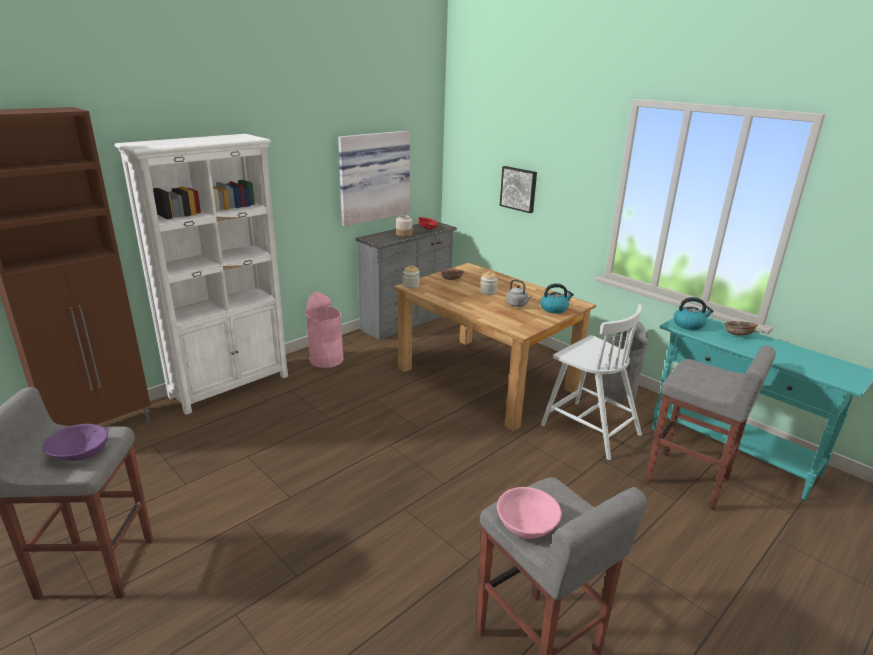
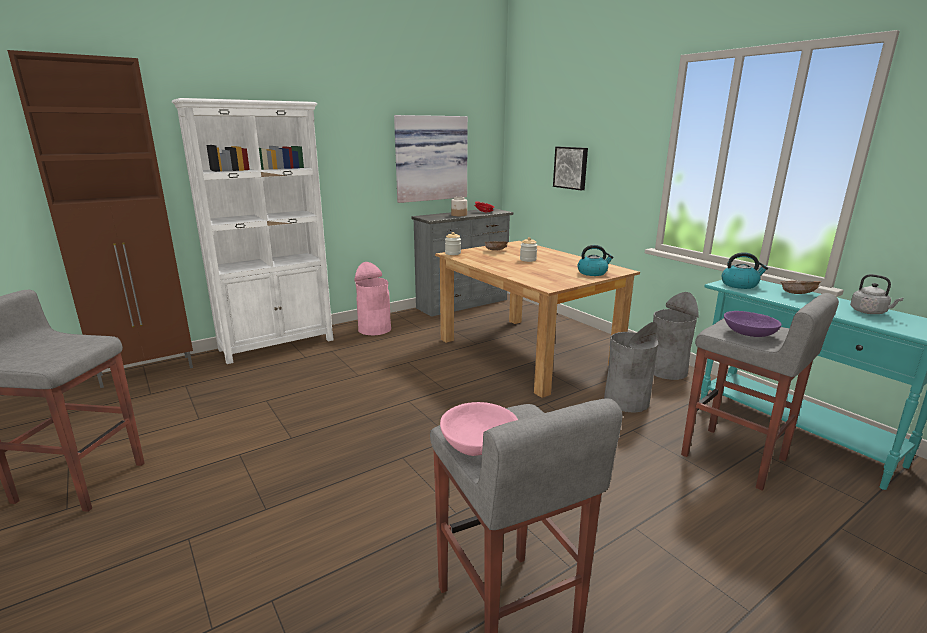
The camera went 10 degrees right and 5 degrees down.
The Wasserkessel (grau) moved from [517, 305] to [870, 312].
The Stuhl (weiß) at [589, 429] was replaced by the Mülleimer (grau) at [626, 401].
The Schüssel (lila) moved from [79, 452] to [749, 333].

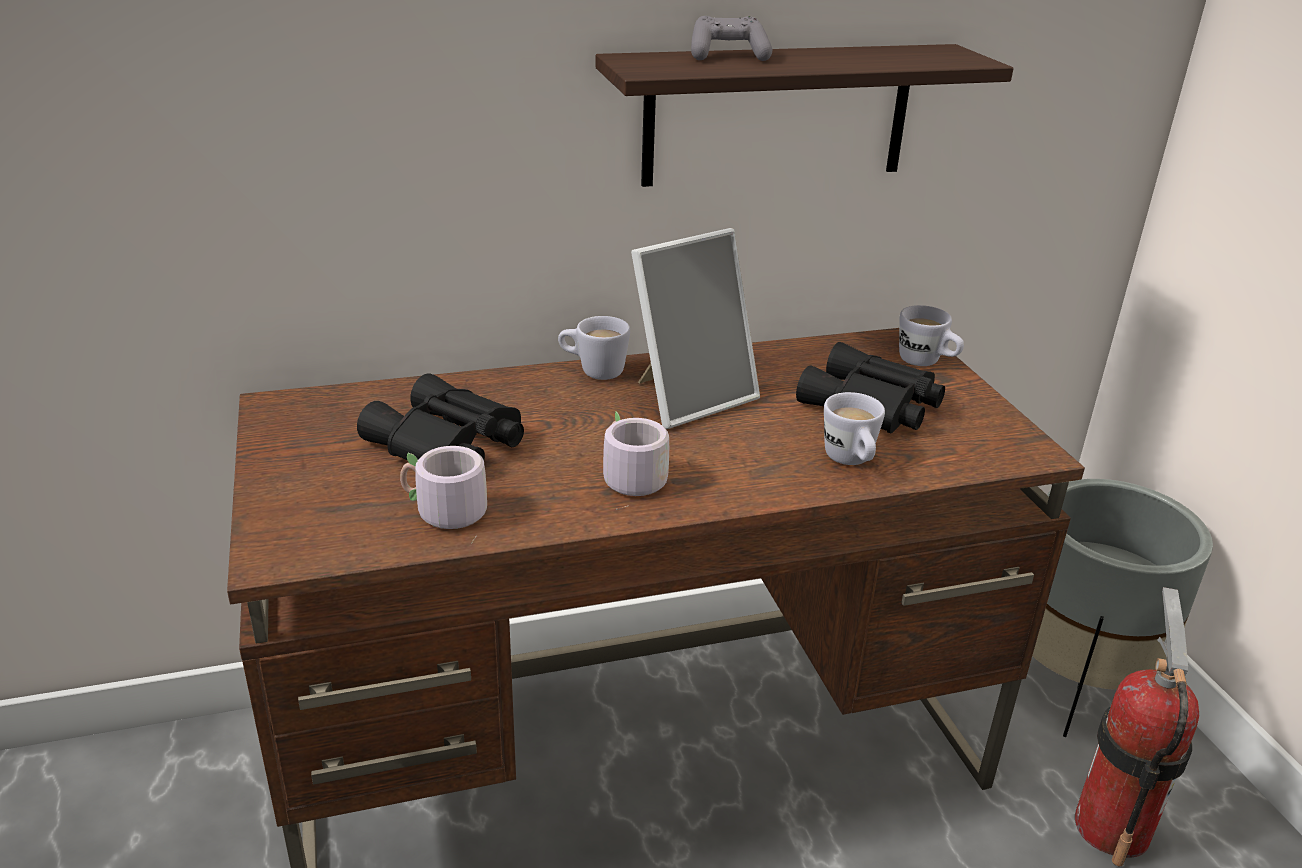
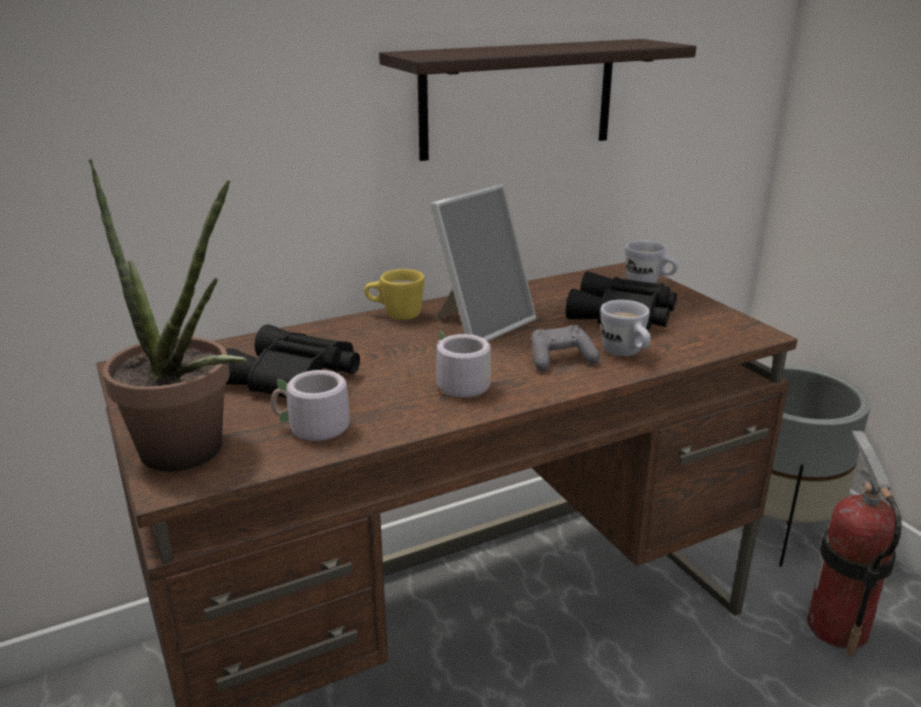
The camera went 10 degrees left and 5 degrees down.
The Gamepad (grau) moved from [728, 56] to [560, 360].
The Henkelbecher (weiß) at [593, 371] became the Henkelbecher (gelb) at [395, 315].
The Topfpflanze at [192, 457] appeared.

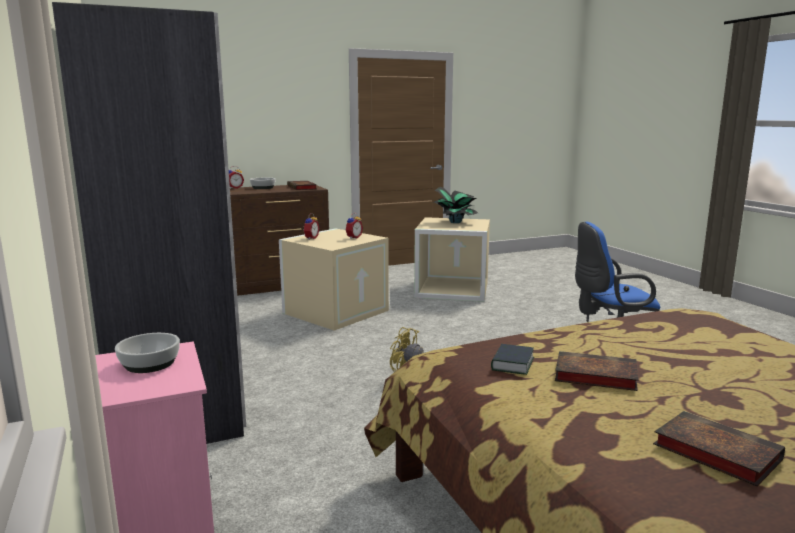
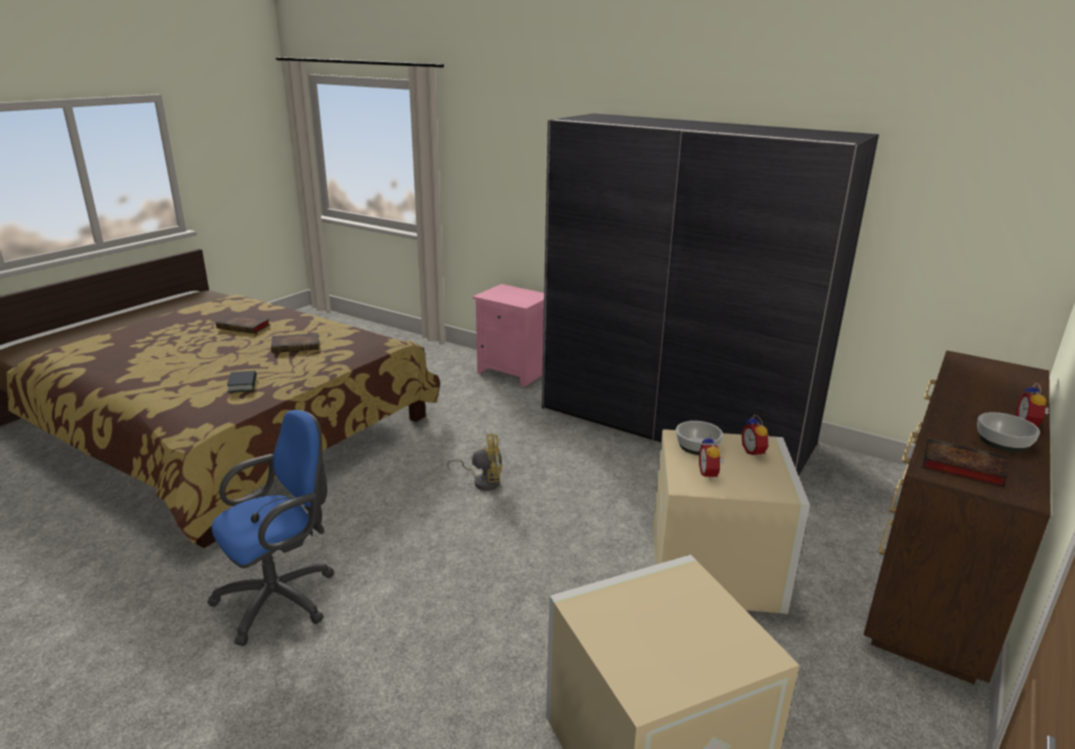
The camera went 145 degrees right and 10 degrees up.
The Topfpflanze at [455, 222] disappeared.
The Schüssel moved from [150, 363] to [697, 446].
The Buch moved from [512, 364] to [243, 385].

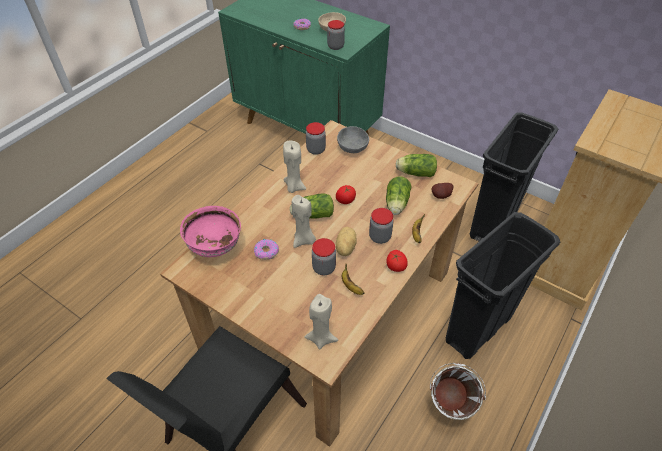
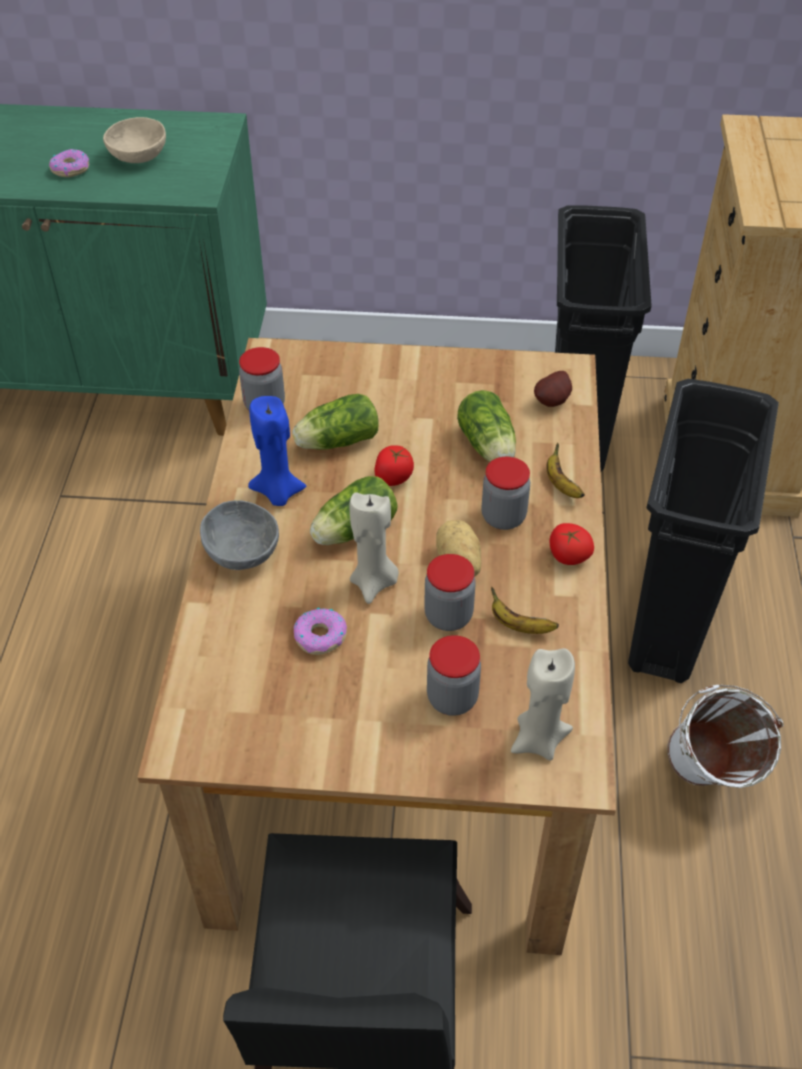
The camera went 30 degrees left and 0 degrees up.
The Vorratsglas moved from [335, 46] to [452, 698].
The Schüssel (grau) moved from [353, 147] to [243, 551].
The Kerze (beige) at [294, 187] became the Kerze (blau) at [277, 493].
The Salatkopf moved from [414, 173] to [335, 442].
The Schüssel (rosa) at [216, 248] disappeared.

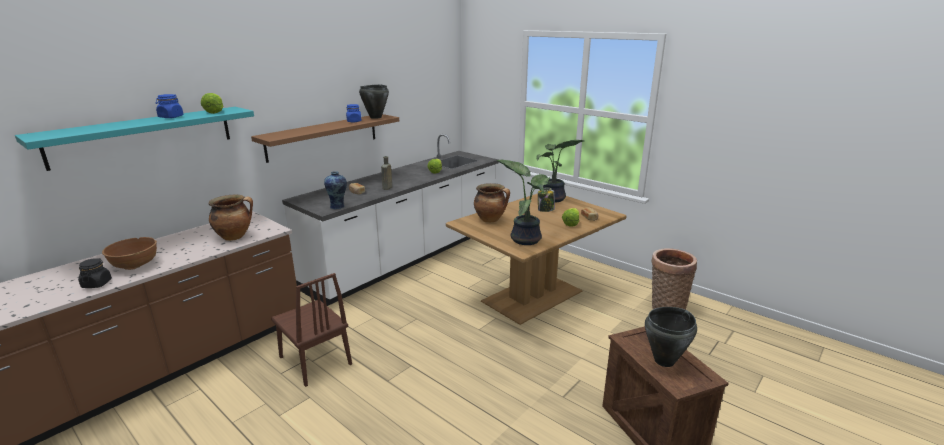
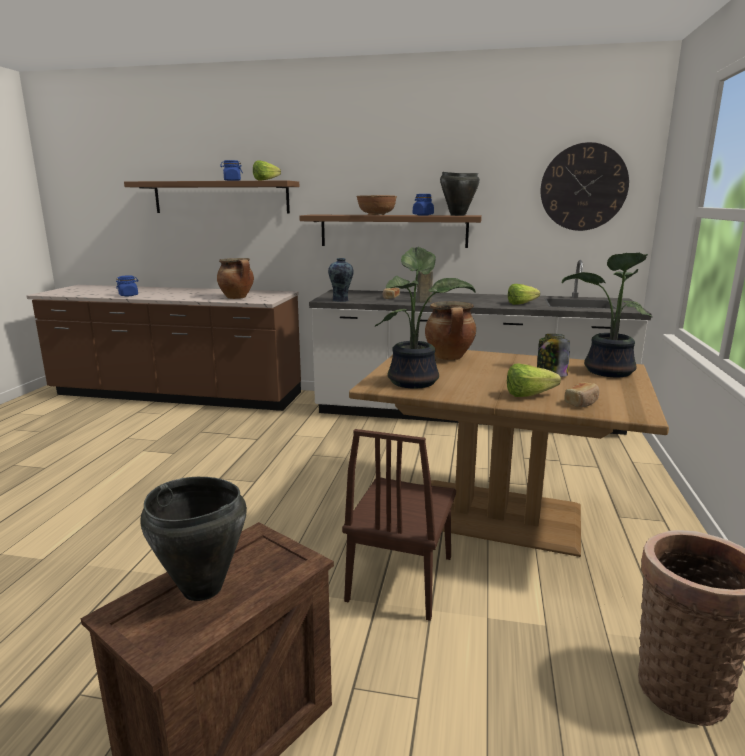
The camera went 60 degrees right and 5 degrees down.
The Wandregal (türkis) at [144, 136] became the Wandregal (braun) at [221, 197].
The Schüssel (braun) moved from [135, 265] to [376, 215].
The Vorratsglas (schwarz) at [97, 284] became the Vorratsglas (blau) at [128, 295].
The Stuhl (braun) moved from [315, 360] to [400, 578].
The Wanduhr at [583, 187] appeared.

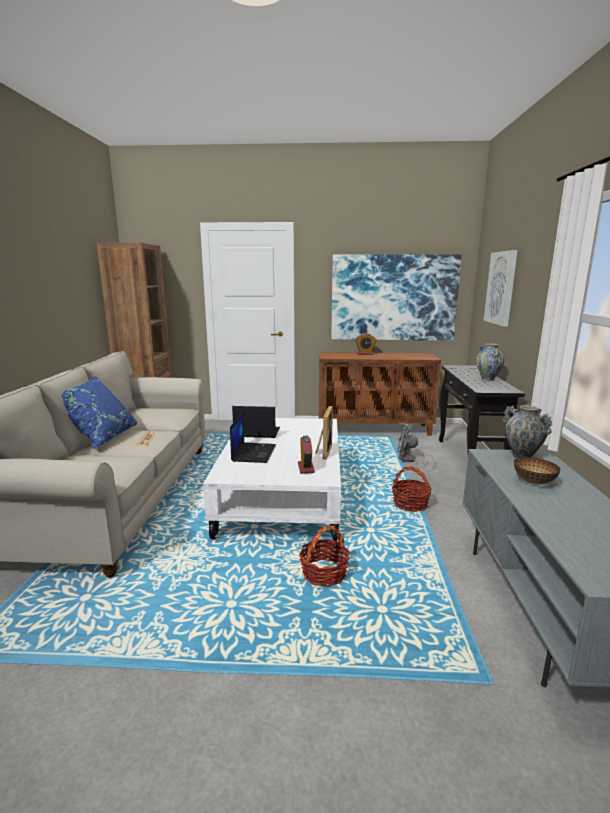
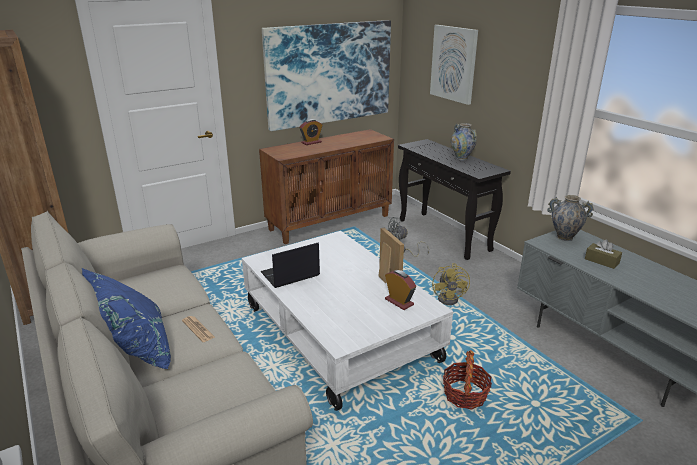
The camera went 35 degrees left and 10 degrees up.
The Laptop at [253, 453] disappeared.
The Schüssel at [534, 482] was replaced by the Taschentuchbox (braun) at [601, 261].
The Korb at [410, 504] was replaced by the Ventilator (gelb) at [451, 298].

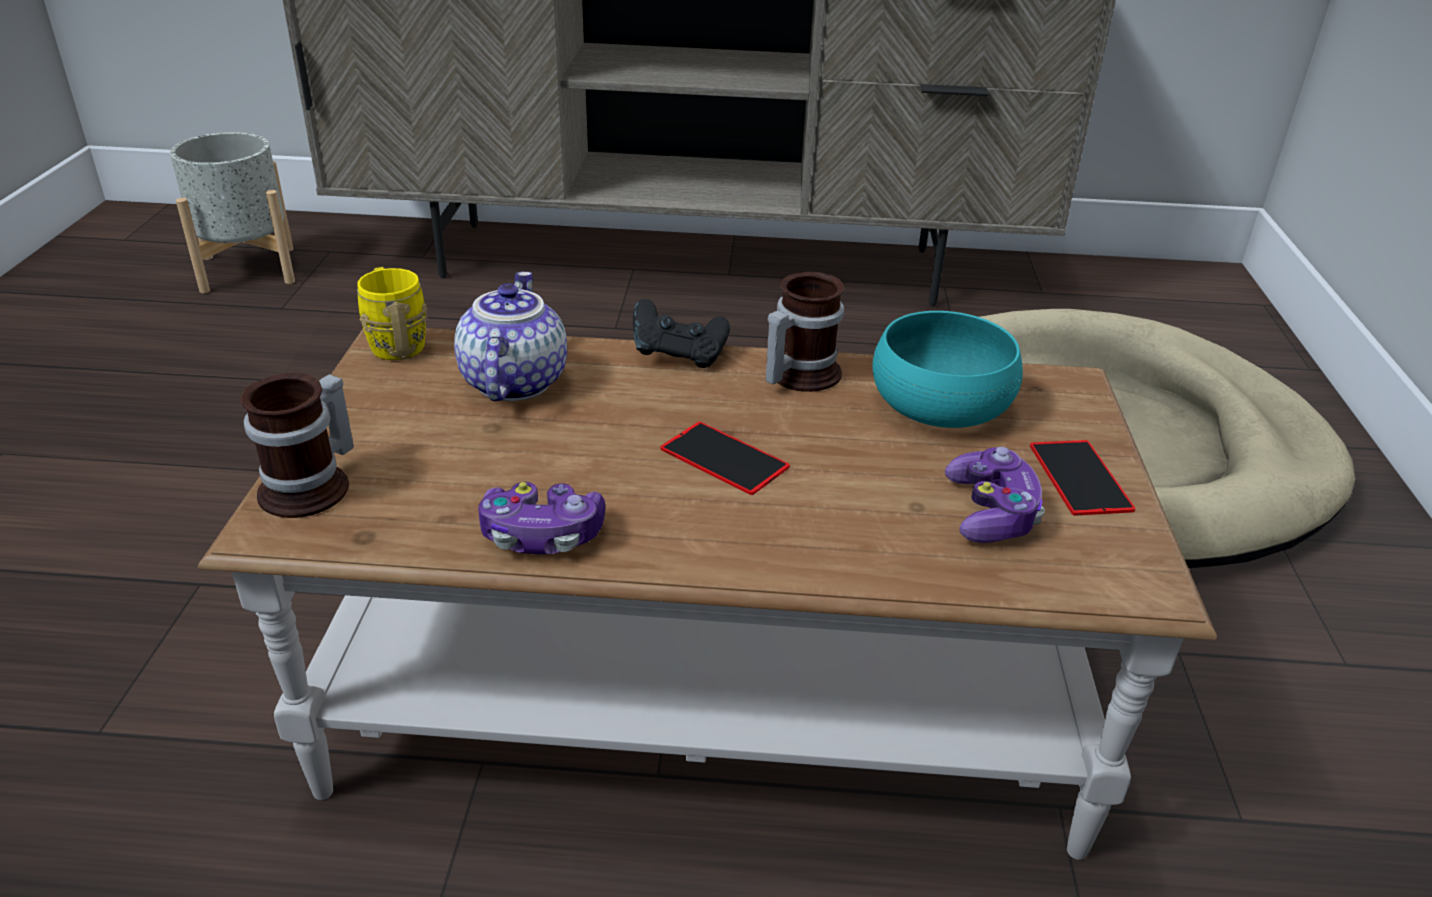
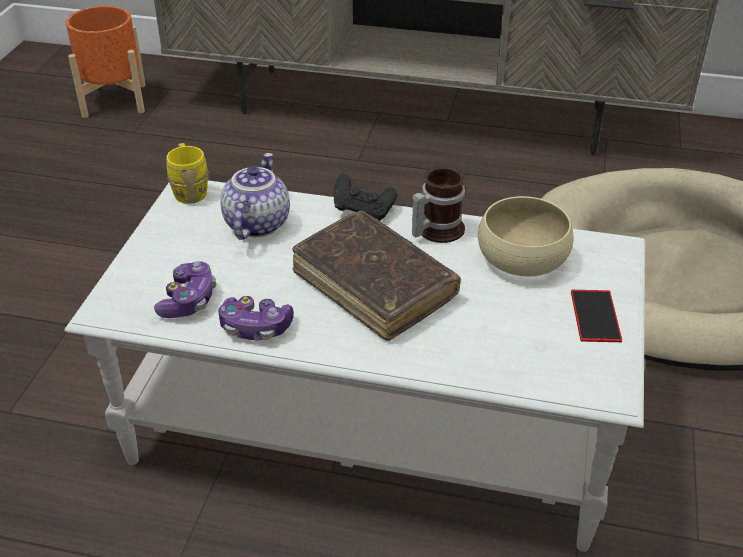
The camera went 10 degrees right and 5 degrees up.
The Pflanzkübel (grau) at [247, 269] became the Pflanzkübel (orange) at [114, 100].
The Schüssel (türkis) at [940, 405] became the Schüssel (beige) at [522, 258].
The Couchtisch (braun) at [706, 694] became the Couchtisch (weiß) at [370, 425].
The Henkelbecher at [314, 487] disappeared.
The Handy at [724, 458] was replaced by the Buch (braun) at [374, 285].
The Gamepad moved from [990, 513] to [188, 300].

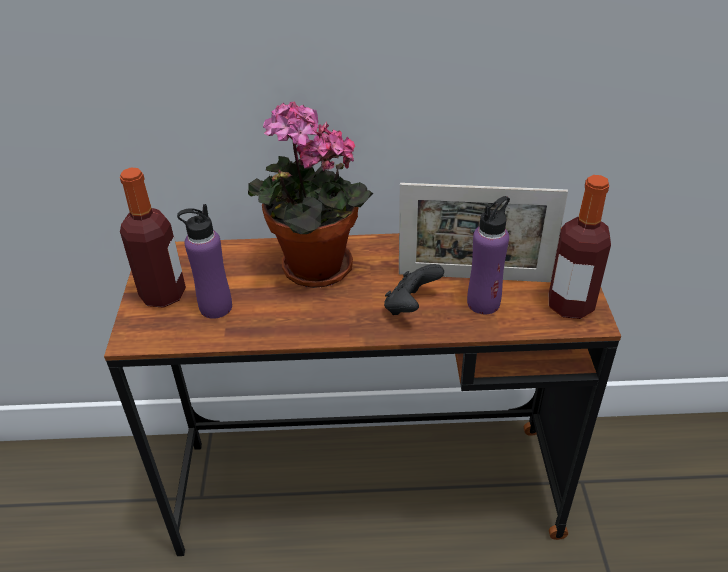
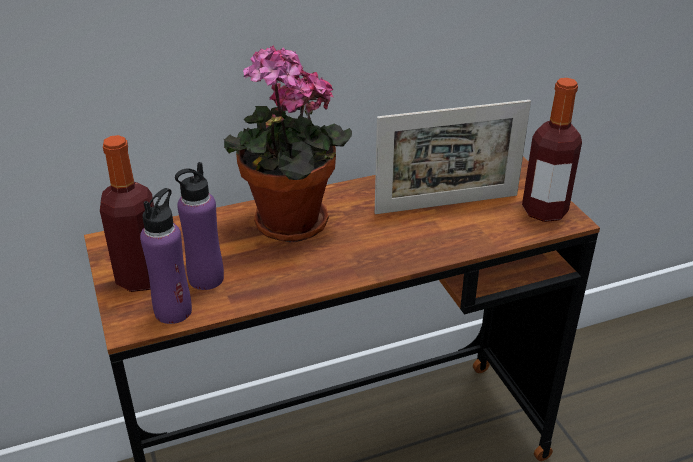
The camera went 20 degrees left and 5 degrees down.
The Flasche (lila) moved from [483, 303] to [173, 311].
The Gamepad (schwarz) at [411, 306] disappeared.

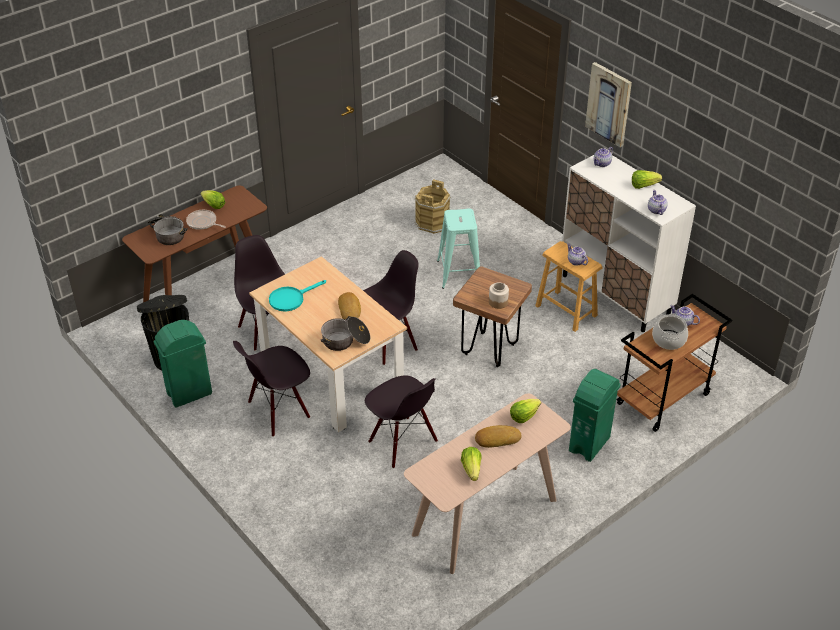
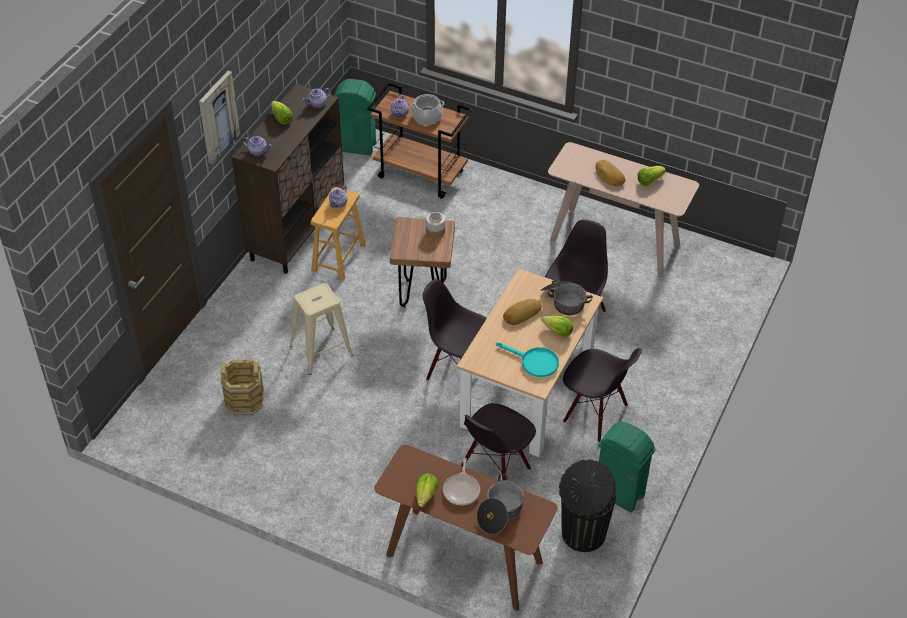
The camera went 115 degrees left and 5 degrees up.
The Schrank (weiß) at [616, 295] became the Schrank (braun) at [297, 230].
The Hocker (türkis) at [459, 273] became the Hocker (beige) at [321, 351].
The Mülleimer (grün) moved from [590, 444] to [356, 146].
The Salatkopf moved from [523, 416] to [558, 332].

